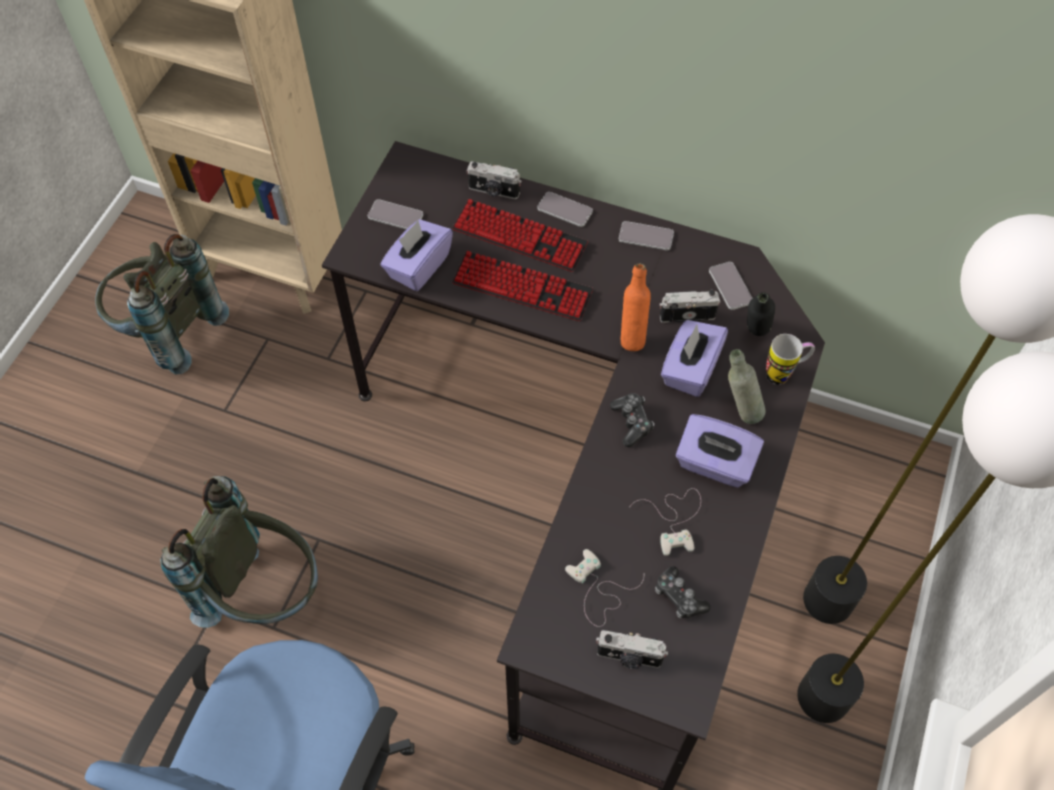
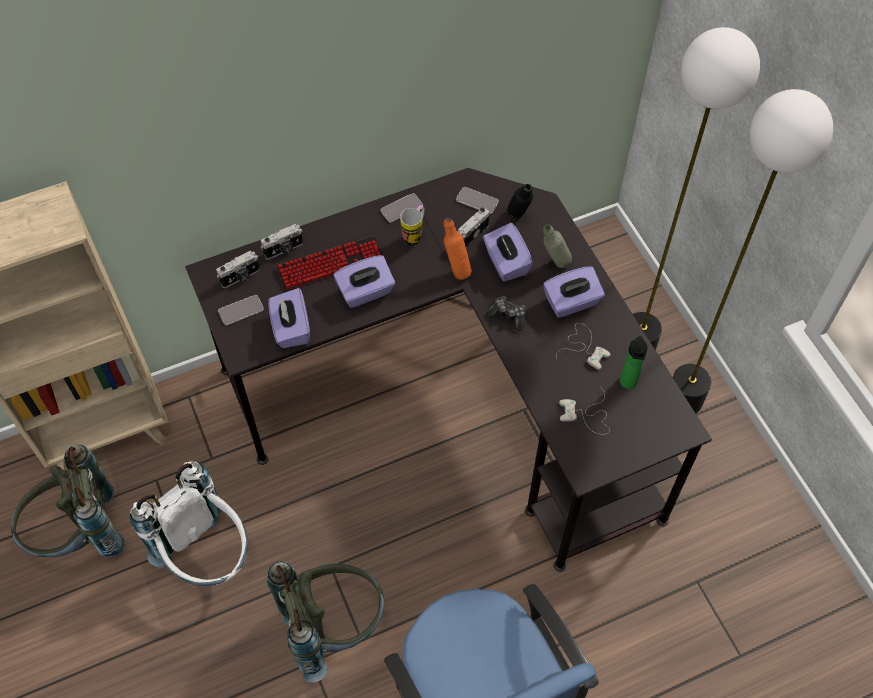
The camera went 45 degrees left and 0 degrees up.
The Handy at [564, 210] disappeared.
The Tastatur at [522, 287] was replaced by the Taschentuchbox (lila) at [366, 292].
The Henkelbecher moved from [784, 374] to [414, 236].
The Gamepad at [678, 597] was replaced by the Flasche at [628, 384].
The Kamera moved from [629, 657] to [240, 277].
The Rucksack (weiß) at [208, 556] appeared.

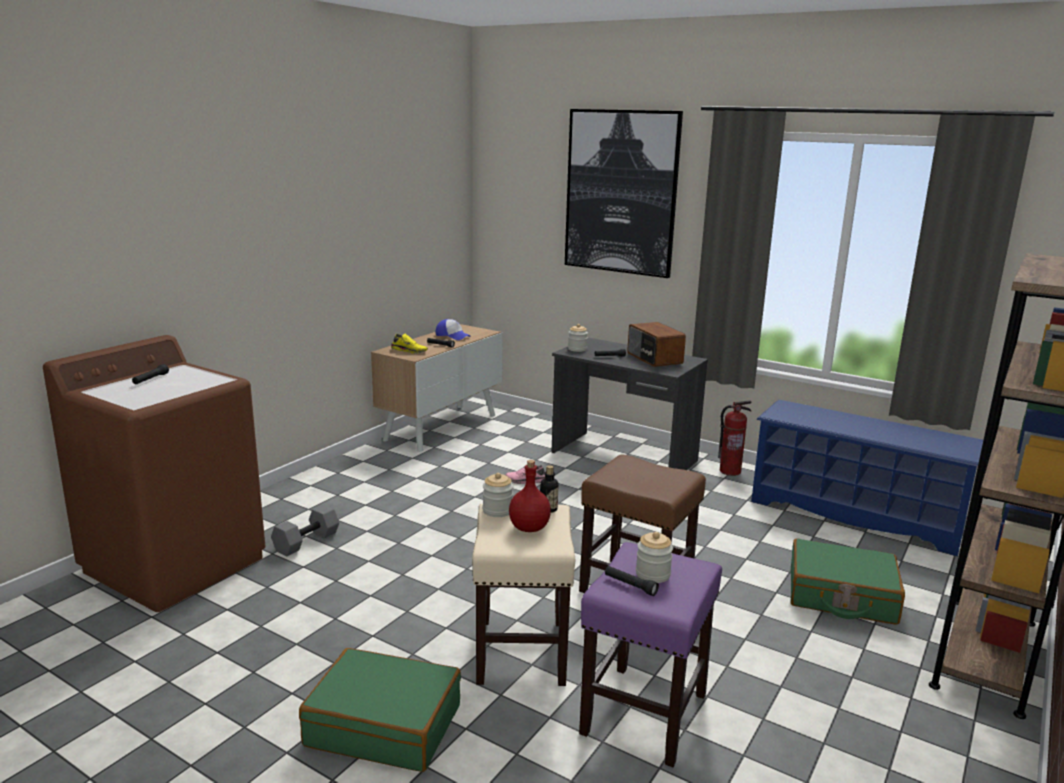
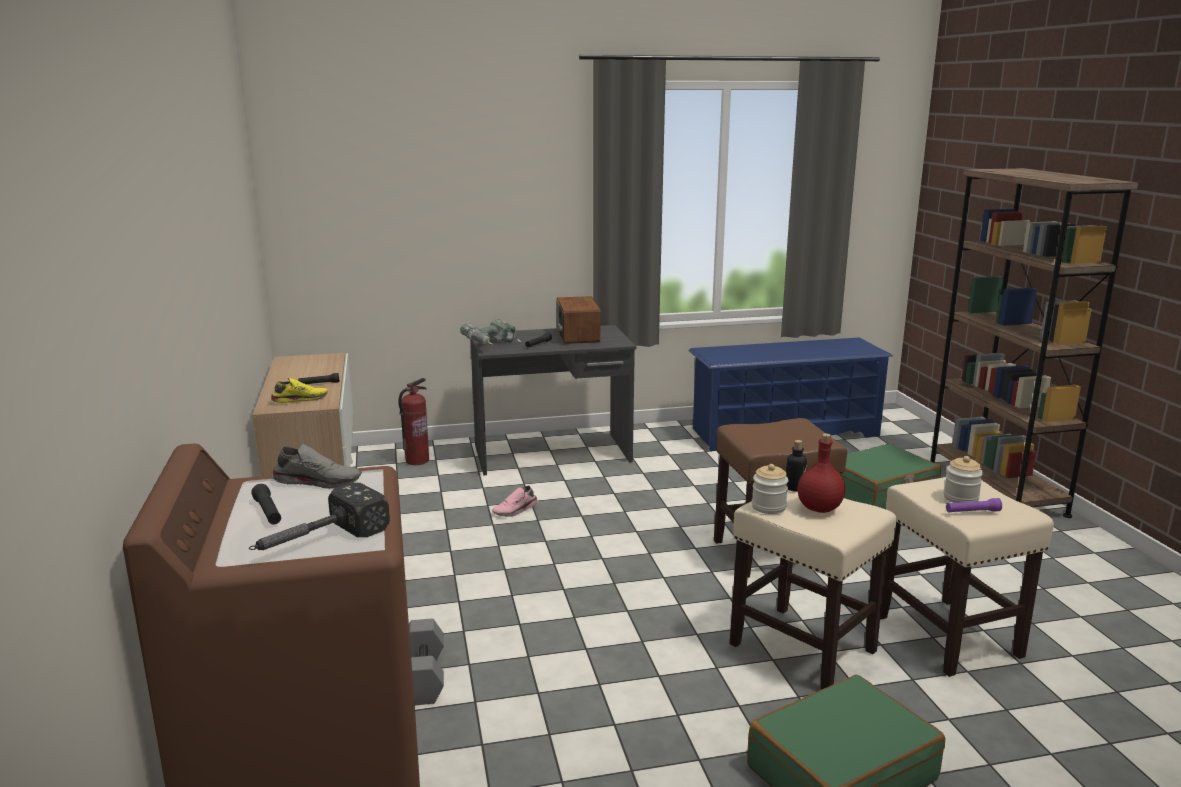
The camera went 45 degrees left and 0 degrees up.
The Bild at [621, 192] disappeared.
The Kappe at [452, 336] disappeared.
The Radio at [654, 358] turned 60 degrees clockwise.
The Vorratsglas at [577, 349] was replaced by the Bohrmaschine at [492, 346].
The Feuerlöscher moved from [730, 471] to [417, 460].
The Hocker (lila) at [644, 714] became the Hocker (beige) at [949, 636].
The Taschenlampe (schwarz) at [630, 585] became the Taschenlampe (lila) at [972, 512].
The Schuh (grau) at [318, 481] appeared.
The Hammer at [316, 541] appeared.

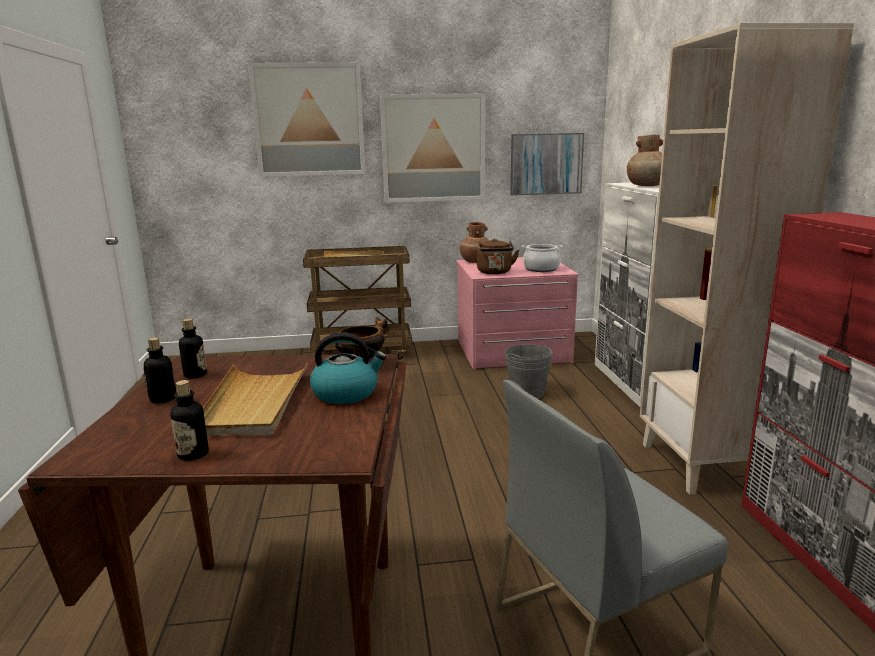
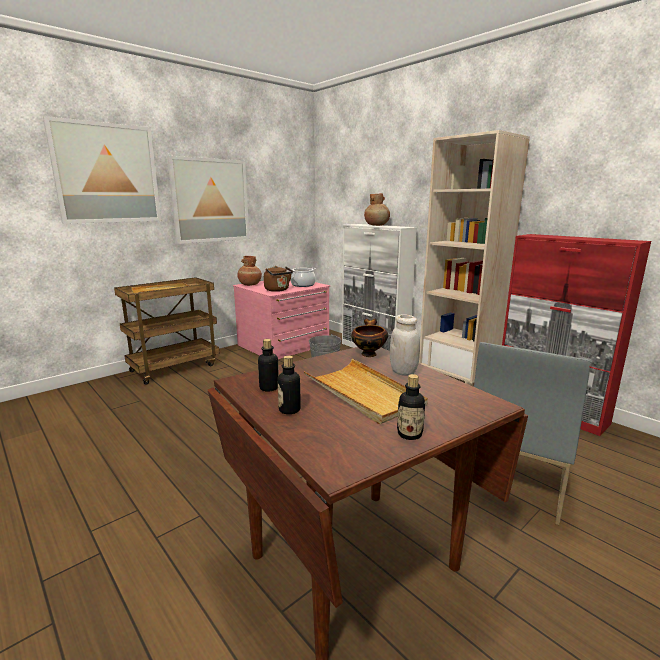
The camera went 35 degrees left and 0 degrees up.
The Bild at [546, 164] disappeared.
The Wasserkessel at [346, 393] was replaced by the Vorratsglas (weiß) at [403, 372].

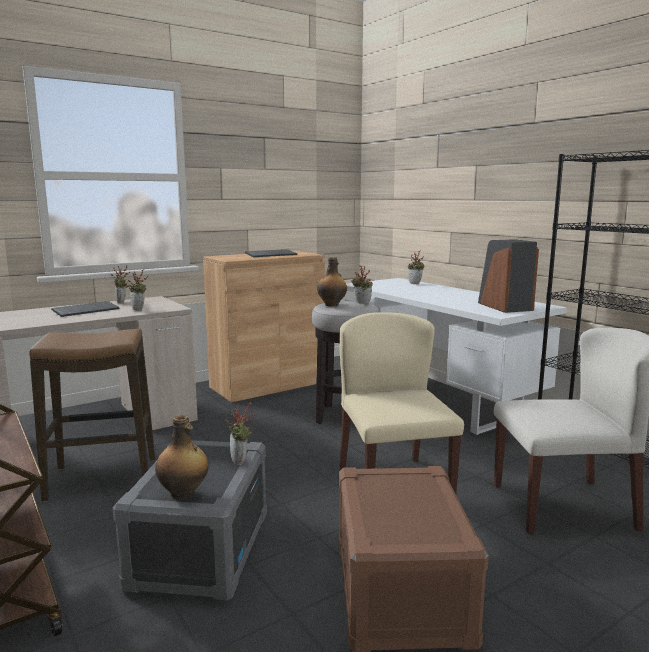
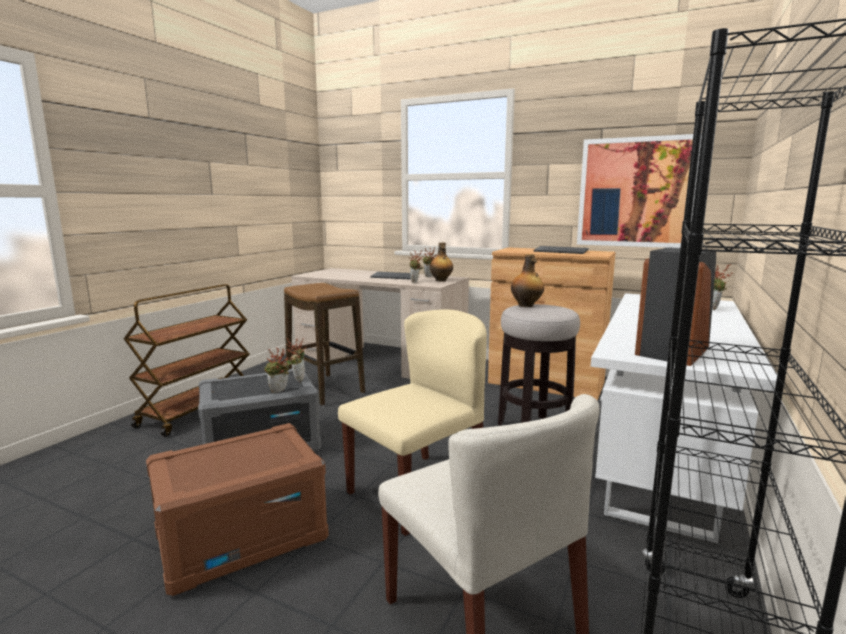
The camera went 60 degrees right and 0 degrees up.
The Topfpflanze moved from [361, 303] to [297, 378].
The Flasche moved from [183, 493] to [441, 280].
The Bild at [635, 192] appeared.

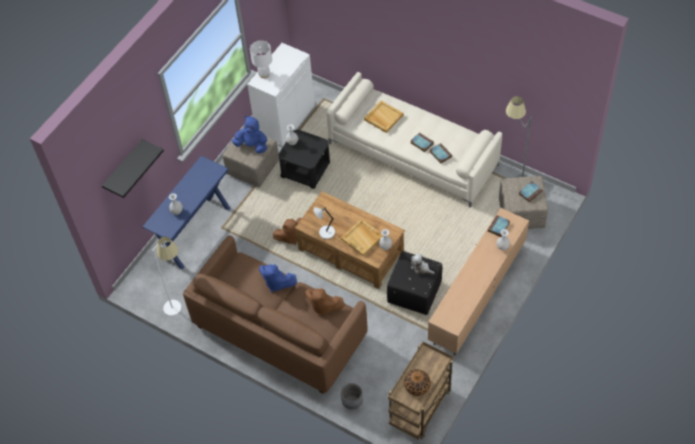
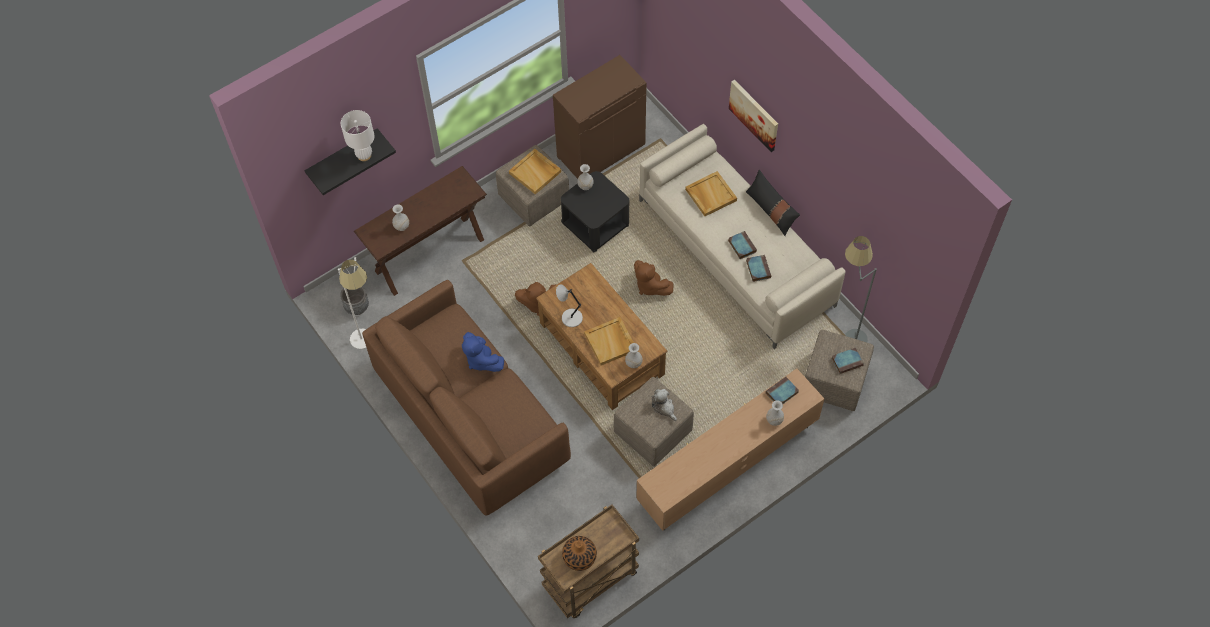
The camera went 20 degrees right and 5 degrees up.
The Tischlampe (weiß) moved from [264, 74] to [364, 155].
The Schrank (weiß) at [285, 120] became the Schrank (braun) at [601, 150].
The Plüschtier (blau) at [252, 145] was replaced by the Tablett (beige) at [535, 172].
The Konsolentisch (blau) at [195, 232] became the Konsolentisch (braun) at [430, 255].
The Polsterhocker (schwarz) at [414, 293] became the Polsterhocker (beige) at [652, 433].
The Plüschtier (braun) moved from [323, 306] to [650, 286].
The Pflanzkübel (grau) moved from [352, 402] to [357, 307].
The Bild at [754, 115] appeared.
The Kissen (schwarz) at [771, 210] appeared.

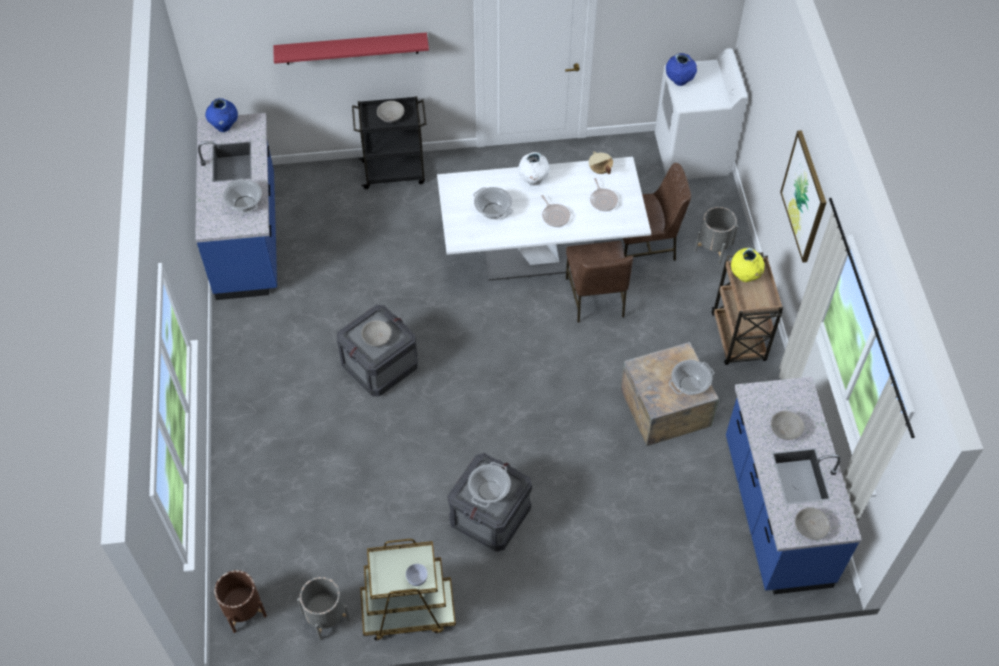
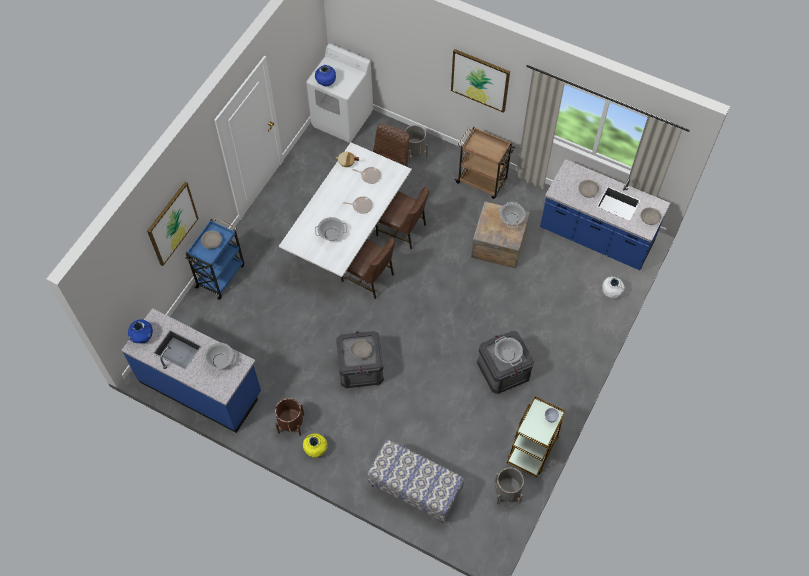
The camera went 55 degrees left and 5 degrees up.
The Wandregal (rot) at [351, 48] was replaced by the Bild at [172, 223].
The Rollwagen (schwarz) at [395, 172] became the Rollwagen (blau) at [221, 275].
The Vase (weiß) moved from [533, 180] to [611, 293].
The Vase (gelb) moved from [744, 276] to [316, 450].
The Pflanzkübel (braun) moved from [243, 610] to [291, 423].
The Stuhl (braun) at [369, 278] appeared.
The Bank at [415, 489] appeared.

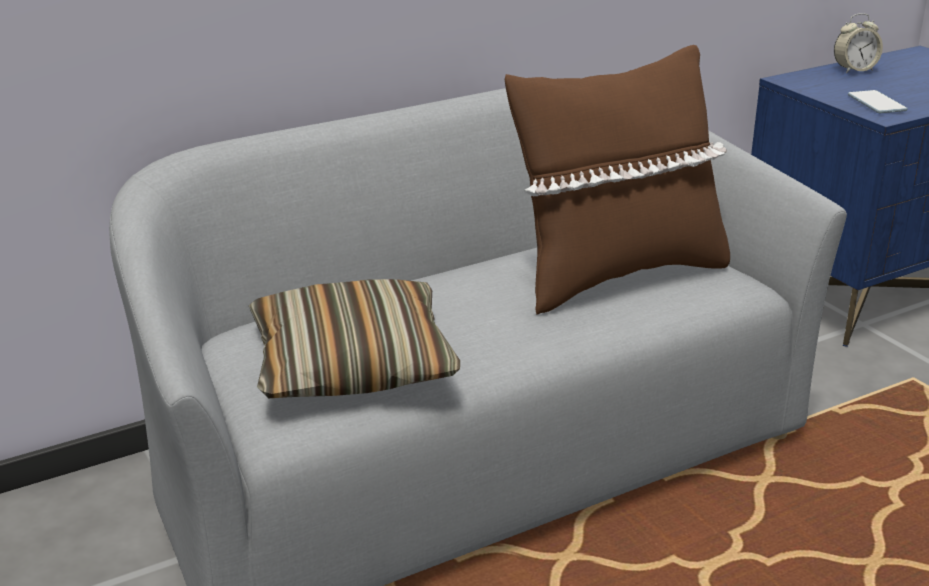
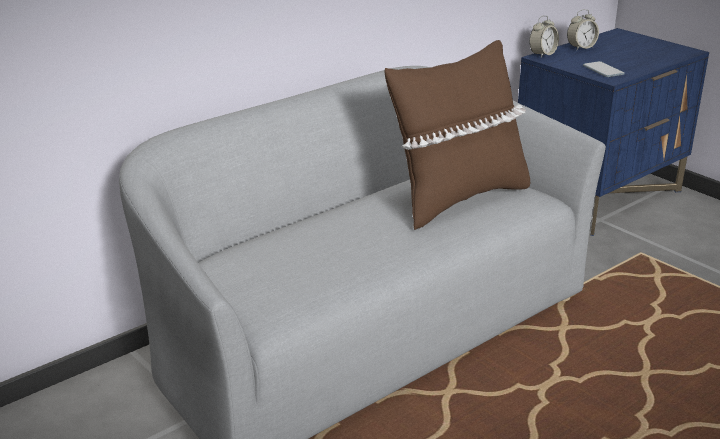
The camera went 10 degrees left and 0 degrees up.
The Kissen at [352, 364] disappeared.
The Wecker at [542, 54] appeared.

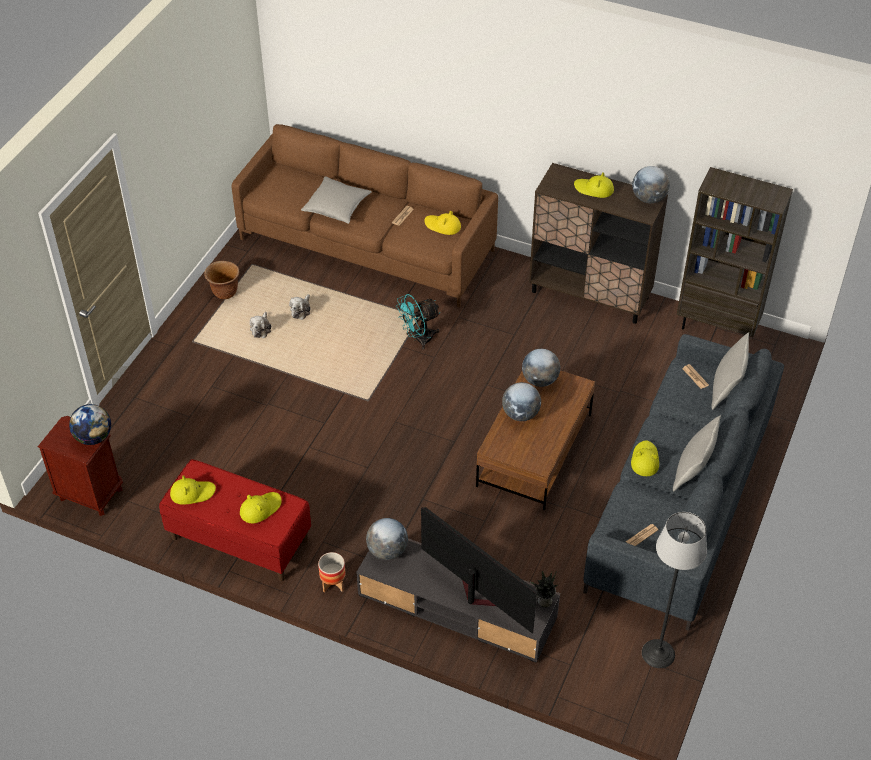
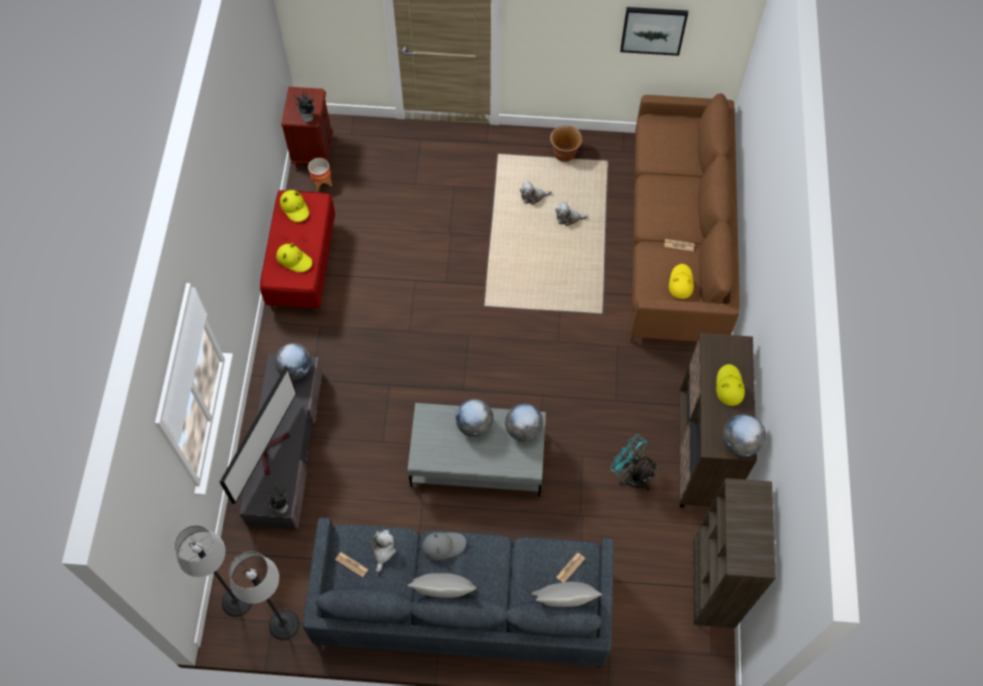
The camera went 70 degrees right and 15 degrees up.
The Kissen (grau) at [337, 207] disappeared.
The Ventilator (türkis) moved from [418, 339] to [631, 475].
The Couchtisch (braun) at [534, 450] became the Couchtisch (grau) at [477, 459].
The Globus at [93, 437] was replaced by the Topfpflanze at [308, 117].
The Hut (gelb) at [644, 460] became the Hut (grau) at [443, 545].
The Pflanzkübel moved from [333, 583] to [322, 182].
The Bild at [653, 30] appeared.
The Stehlampe at [236, 601] appeared.
The Plüschtier at [383, 551] appeared.

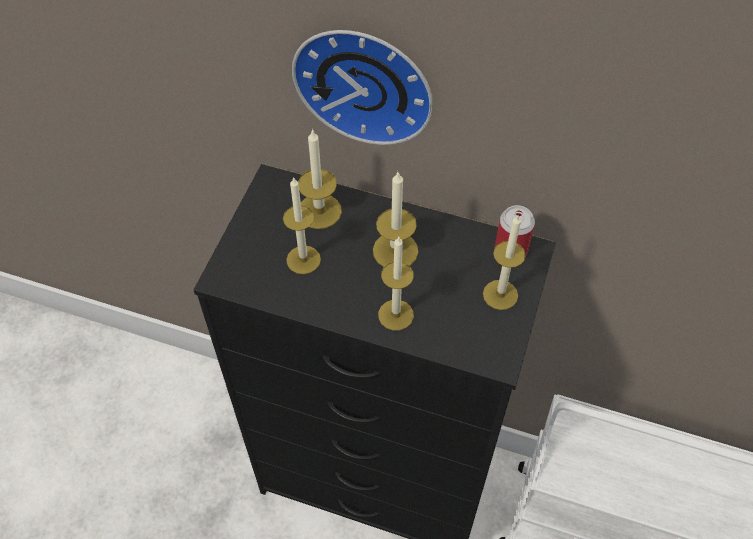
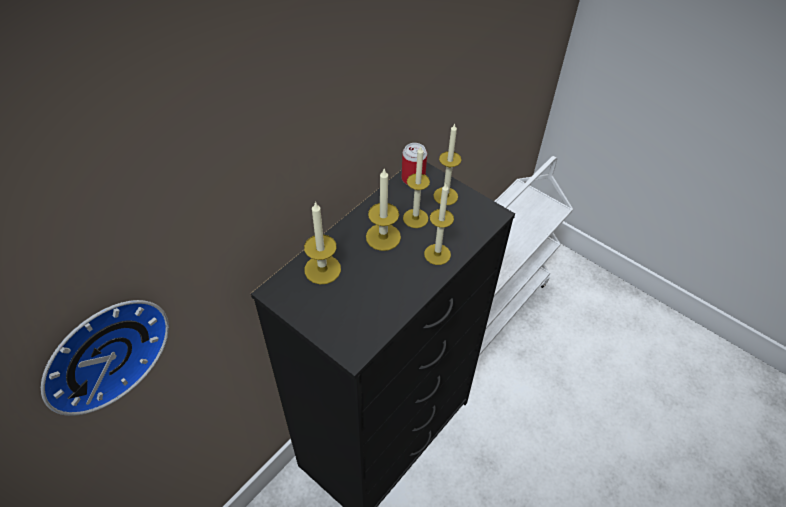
The camera went 70 degrees left and 5 degrees down.
The Wanduhr moved from [365, 82] to [102, 351].
The Kerze moved from [303, 259] to [415, 218].

